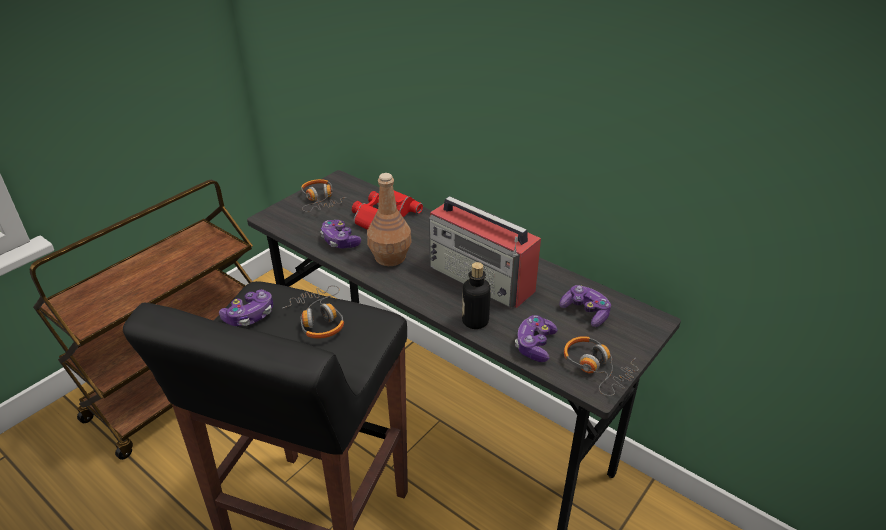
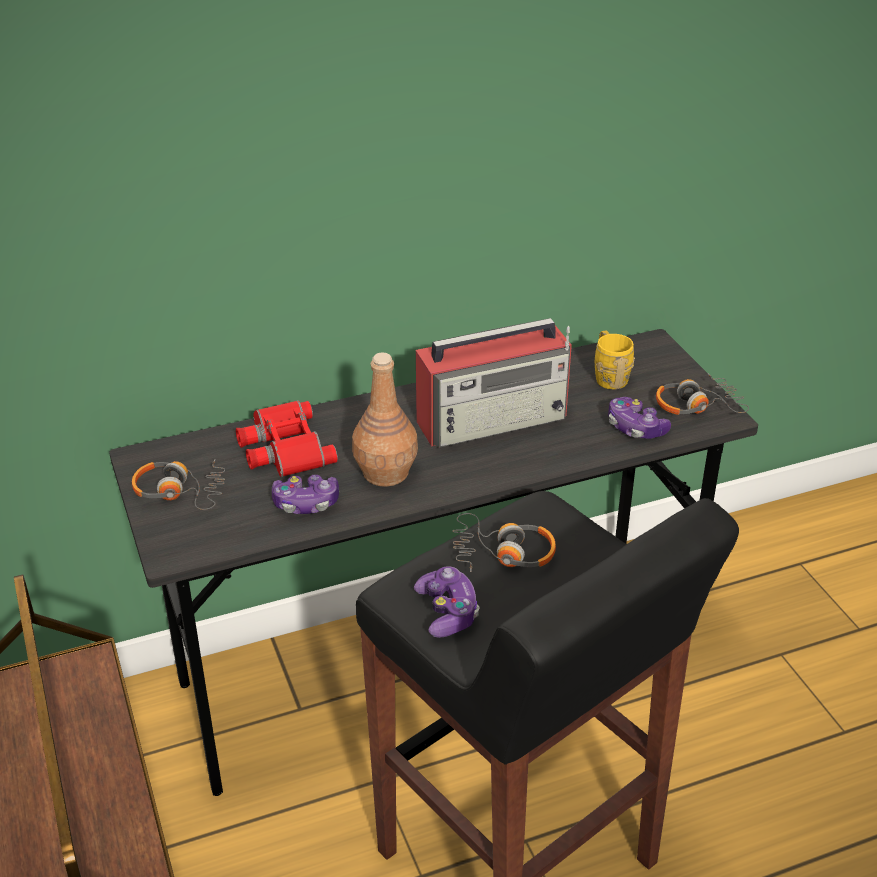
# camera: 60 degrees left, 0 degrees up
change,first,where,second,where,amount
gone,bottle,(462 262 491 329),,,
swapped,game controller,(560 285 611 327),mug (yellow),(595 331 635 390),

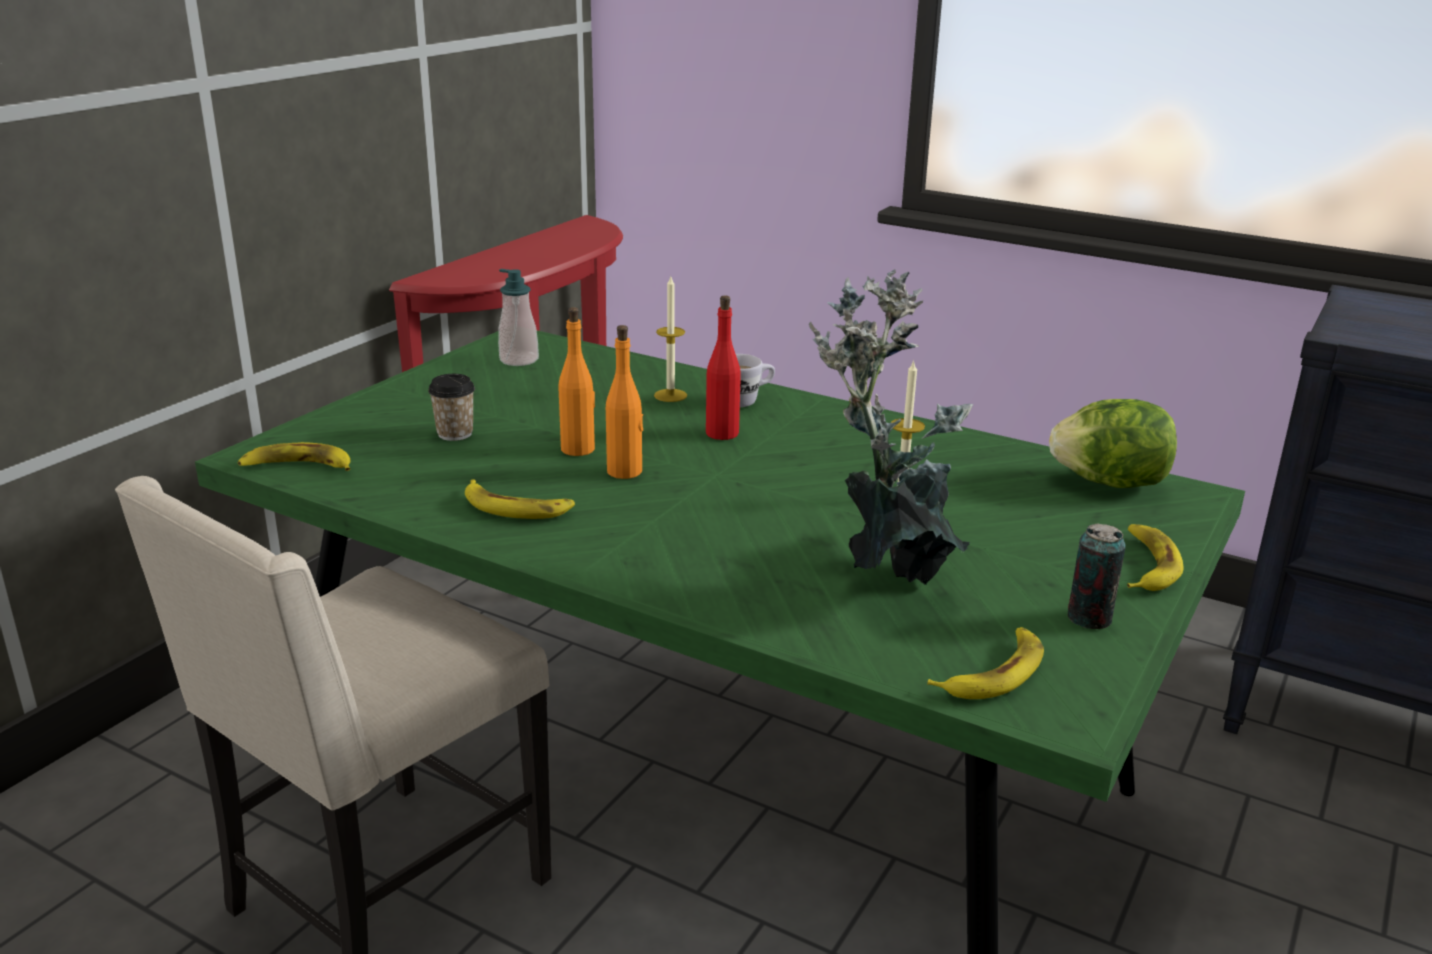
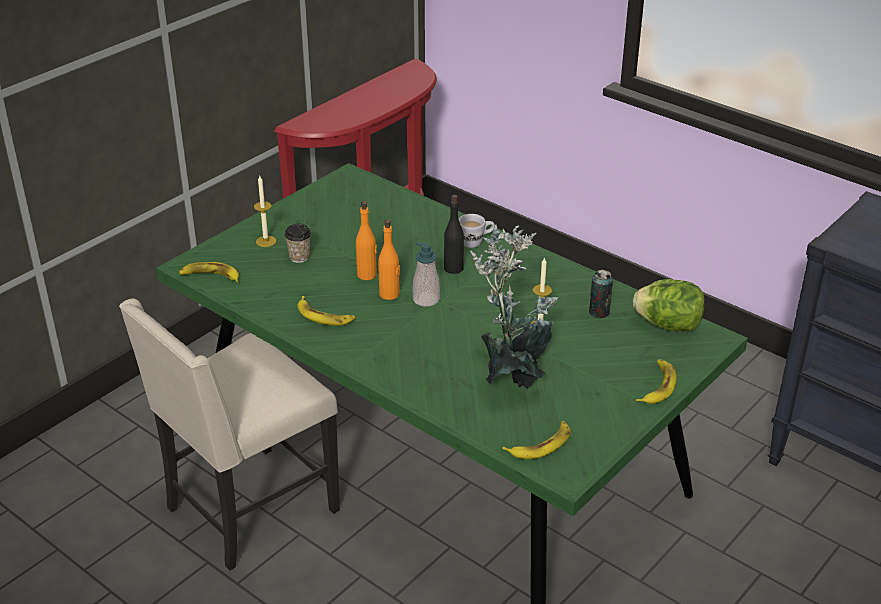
# camera: 10 degrees right, 10 degrees up
change,first,where,second,where,amount
shifted,soap dispenser,(498 269 539 366),,(413 242 440 307),
shifted,candle,(654 277 687 402),,(254 176 276 247),
repainted,bottle (red),(706 295 741 440),bottle (black),(444 195 464 274),
shifted,can,(1068 523 1126 629),,(589 270 613 318),

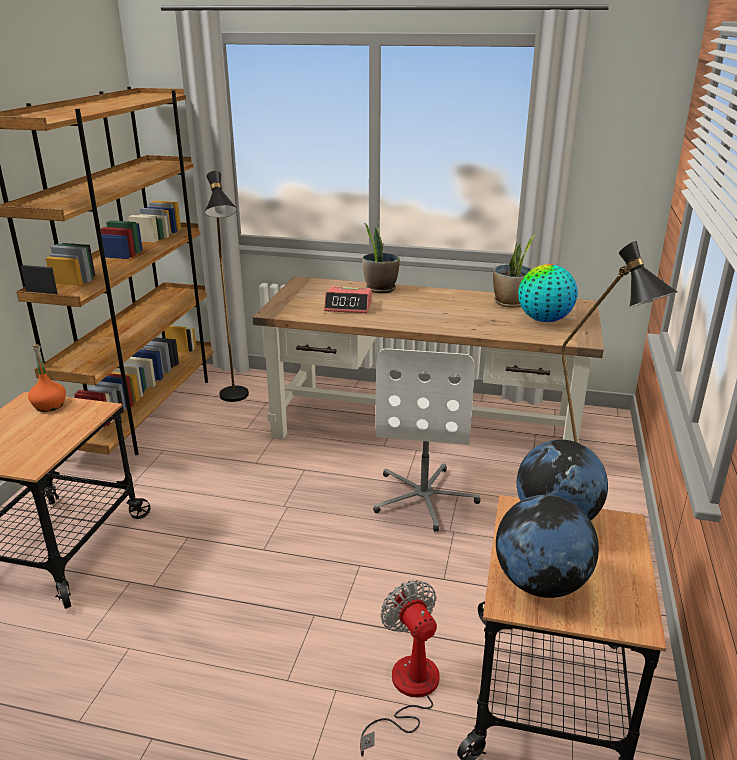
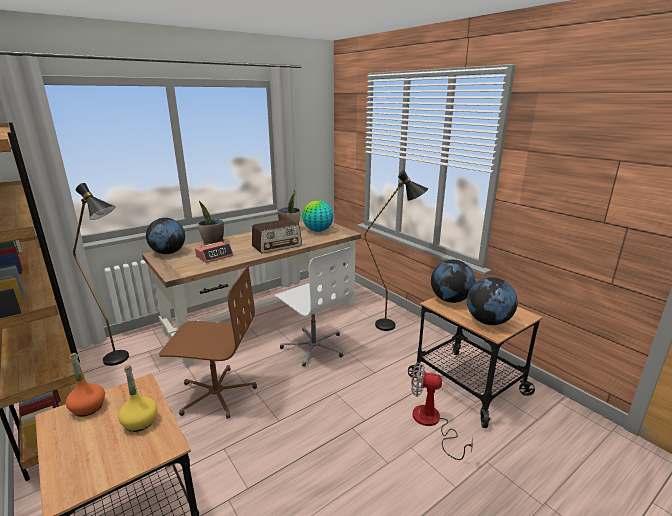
# camera: 50 degrees left, 5 degrees down
change,first,where,second,where,amount
new,,,globe,(146 218 185 254),
new,,,radio,(252 219 302 254),
new,,,office chair (brown),(159 265 257 419),
new,,,bottle (yellow),(118 365 157 432),

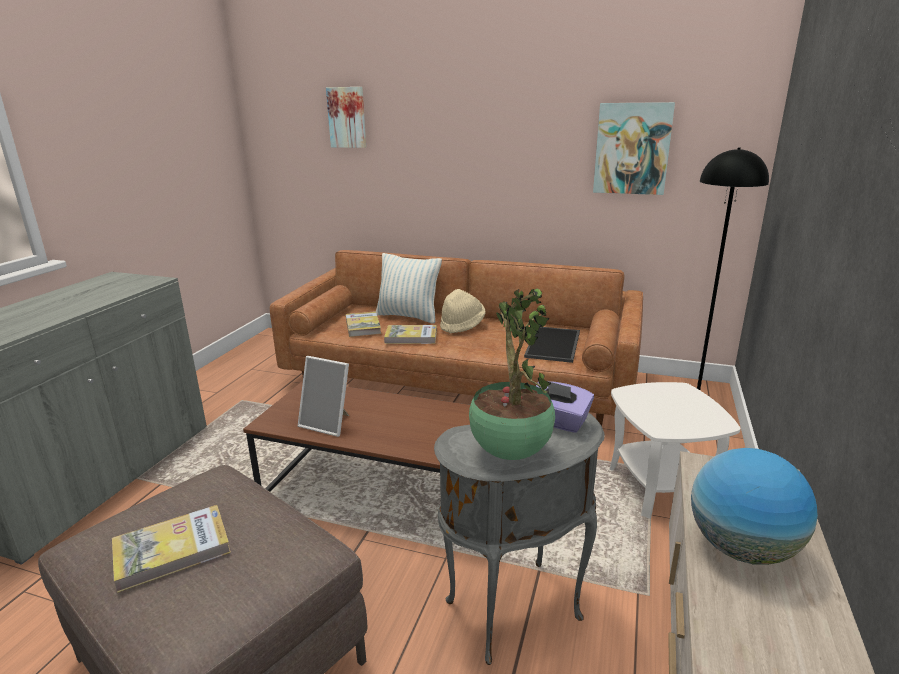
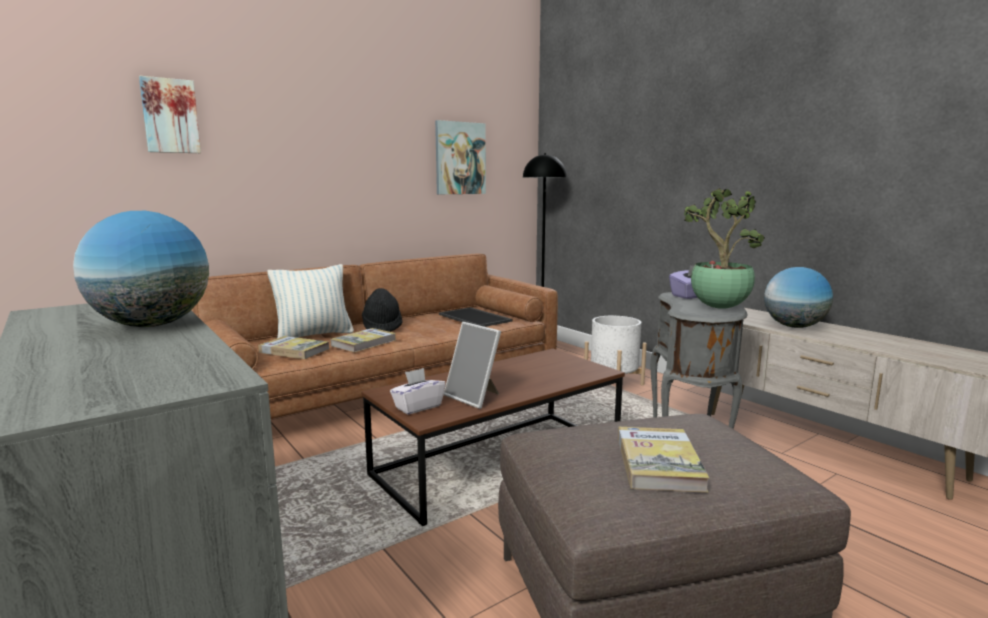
# camera: 55 degrees left, 10 degrees down
change,first,where,second,where,amount
repainted,hat (beige),(440 289 486 334),hat (black),(362 288 403 332),
rotated,picture frame,(298 356 349 437),,(444 322 501 409),75 degrees clockwise
swapped,side table (white),(609 382 741 519),planter (white),(584 316 647 385),
new,,,globe,(73 211 209 327),
new,,,tissue box (white),(390 368 445 415),

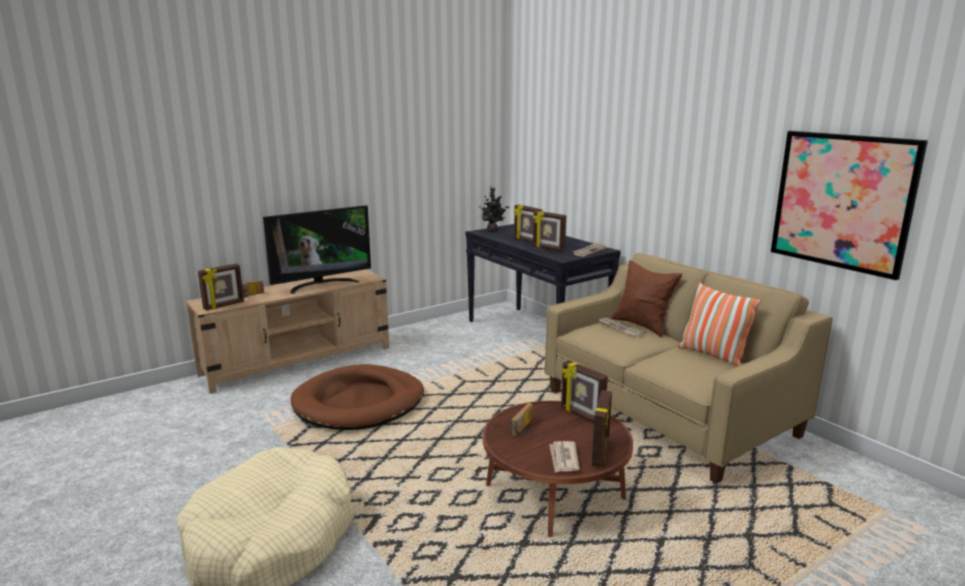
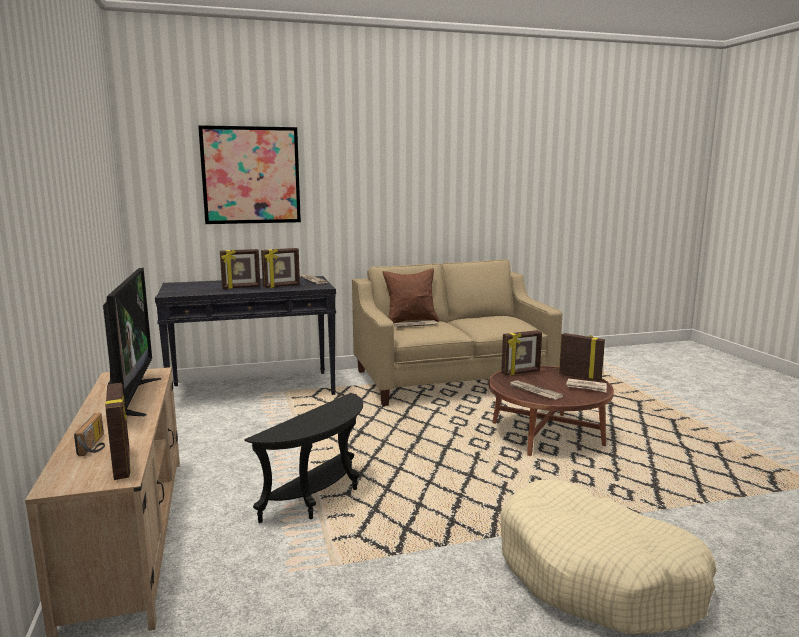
# camera: 70 degrees left, 5 degrees down
change,first,where,second,where,amount
shifted,picture,(771 131 928 280),,(198 125 301 224),
gone,potted plant,(480 186 510 231),,,
gone,pillow,(678 282 761 367),,,
swapped,dog bed (brown),(291 364 424 430),side table (black),(245 393 363 523),
swapped,radio,(510 403 533 437),newspaper,(510 380 564 400),

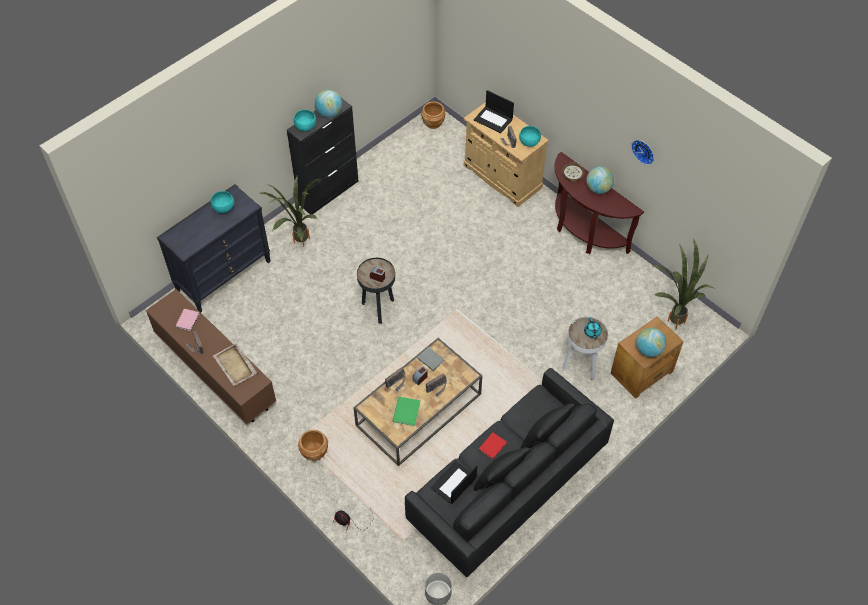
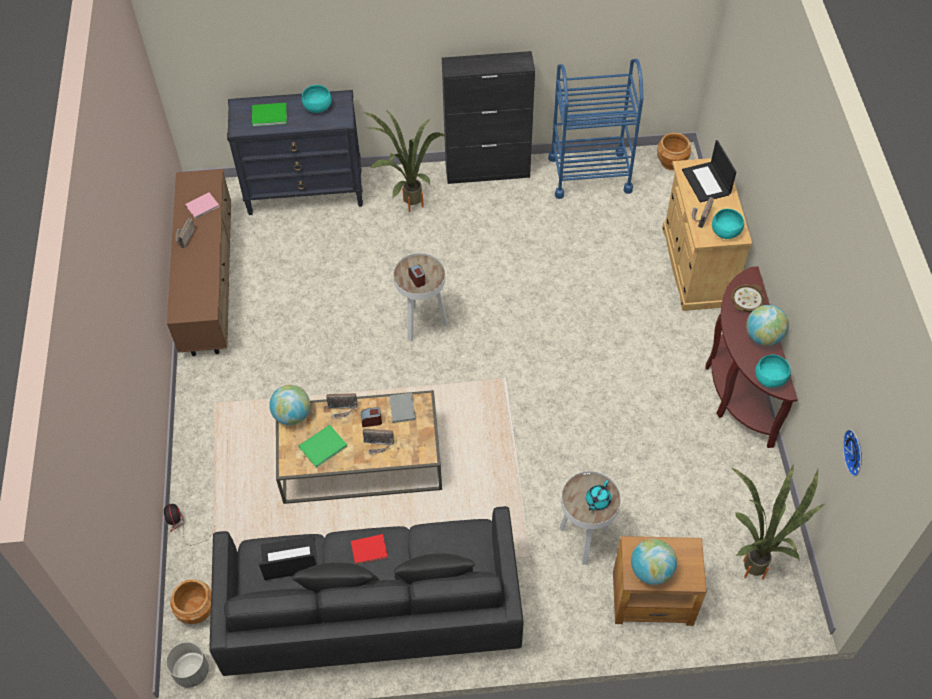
# camera: 40 degrees right, 0 degrees up
change,first,where,second,where,amount
shifted,globe,(315 90 342 118),,(269 385 310 425),
shifted,bowl (turquoise),(294 110 316 131),,(755 355 791 388),
shifted,wall clock,(631 140 654 165),,(843 429 862 477),
repainted,side table (black),(357 258 395 324),side table (white),(393 253 447 341),
gone,tray (beige),(213 343 257 386),,,
shifted,planter (brown),(298 429 328 461),,(170 579 211 624),
new,,,cart (blue),(548 59 644 199),
new,,,book (green),(252 103 287 126),

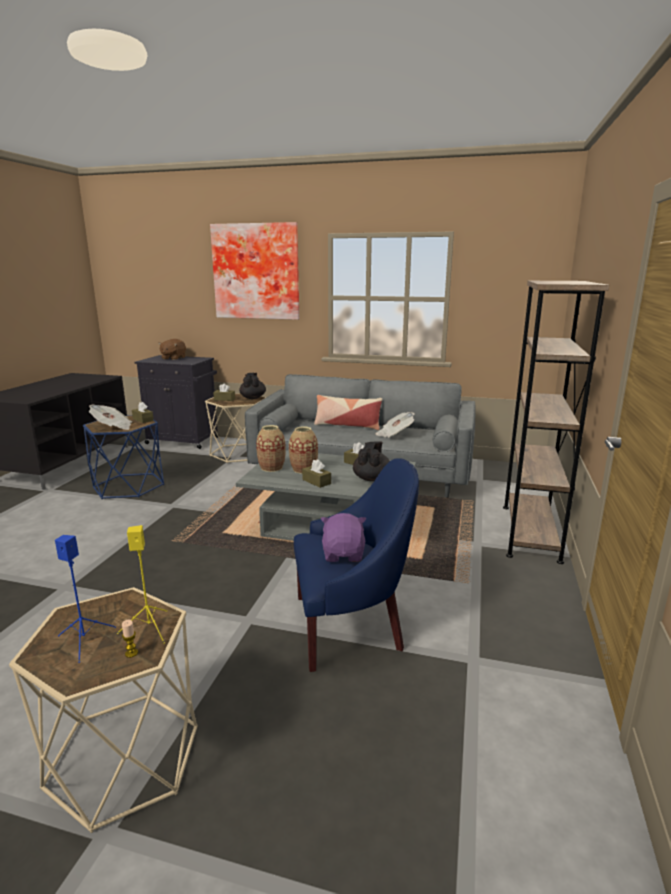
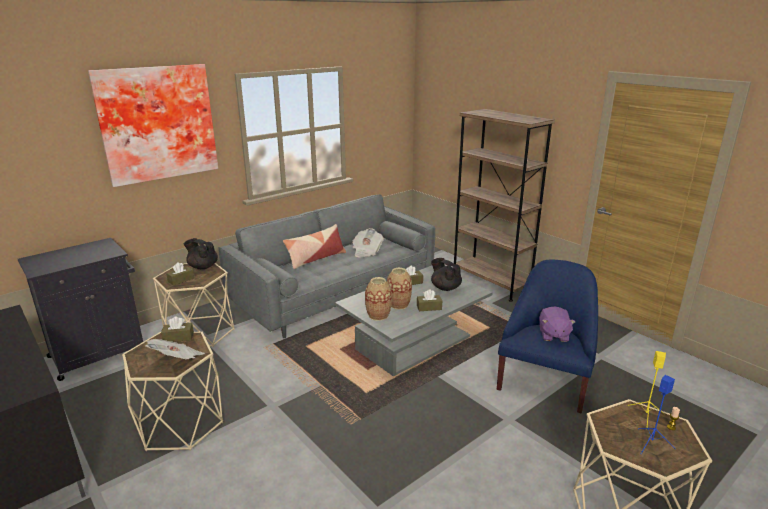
# camera: 55 degrees left, 5 degrees up
change,first,where,second,where,amount
gone,plush toy (brown),(158 339 186 360),,,
repainted,side table (blue),(83 415 164 499),side table (beige),(122 332 223 451),
rotated,plush toy (purple),(321 513 366 562),,(539 307 576 342),120 degrees counterclockwise

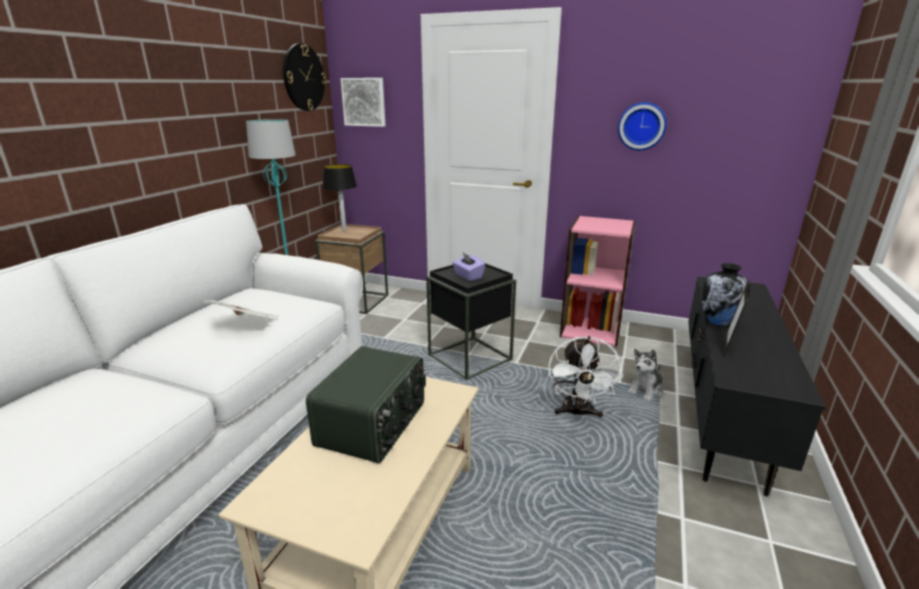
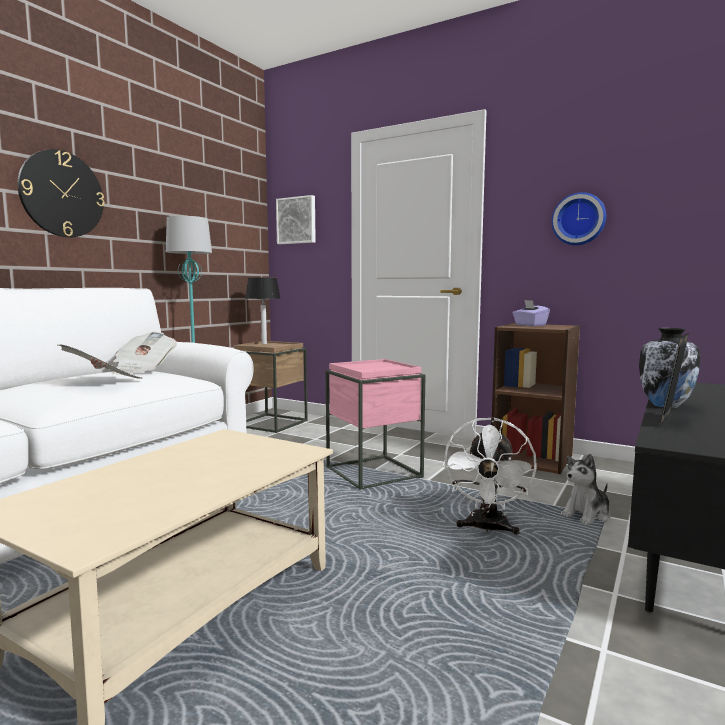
# camera: 10 degrees right, 15 degrees down
change,first,where,second,where,amount
shifted,wall clock,(283 43 326 111),,(17 149 105 237),
repainted,bookcase (pink),(560 216 636 347),bookcase (brown),(492 323 580 474),
shifted,tissue box (purple),(452 253 485 281),,(513 300 550 326),
repainted,side table (black),(426 263 516 380),side table (pink),(326 359 425 490),
gone,radio,(306 346 426 464),,,
new,,,newspaper,(113 332 177 375),

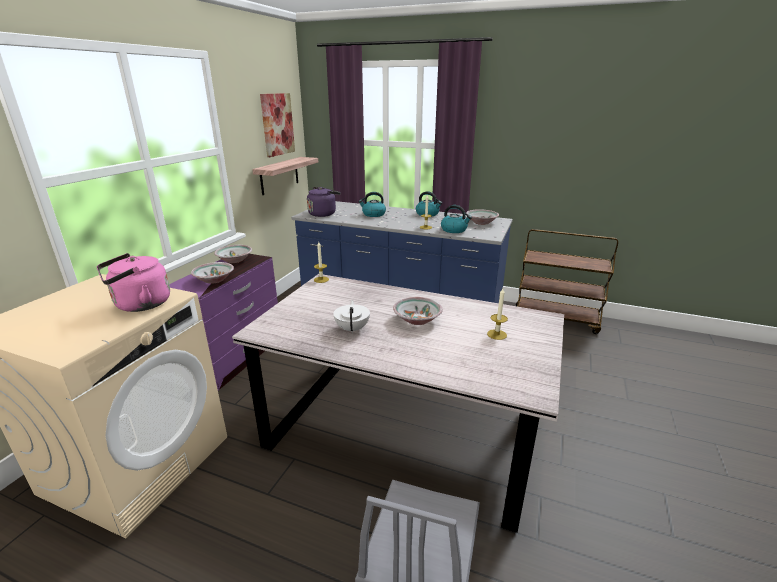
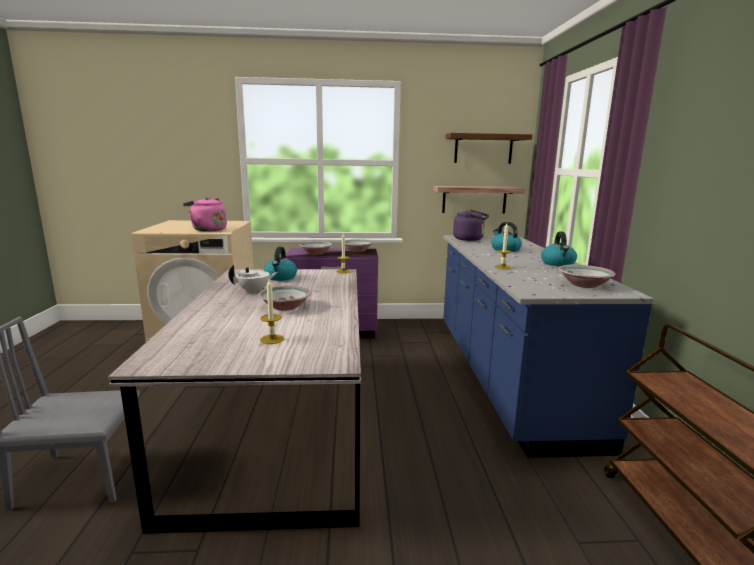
# camera: 65 degrees right, 10 degrees down
change,first,where,second,where,amount
swapped,picture,(260 93 295 157),shelf (brown),(445 133 532 164),
shifted,kettle,(441 205 472 233),,(264 247 297 281),

